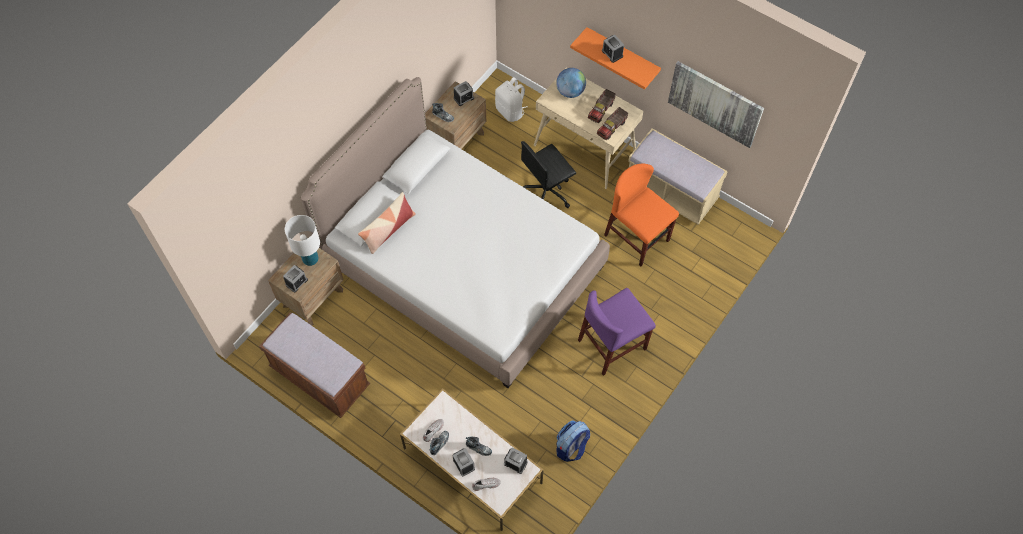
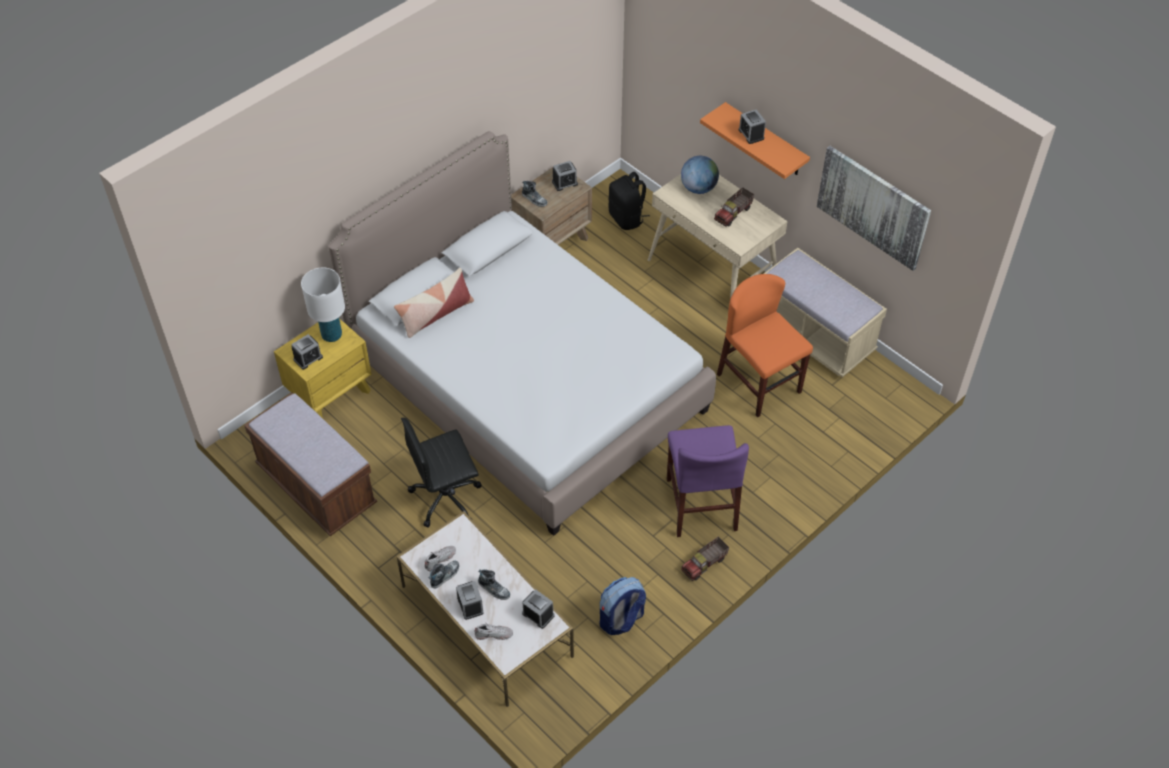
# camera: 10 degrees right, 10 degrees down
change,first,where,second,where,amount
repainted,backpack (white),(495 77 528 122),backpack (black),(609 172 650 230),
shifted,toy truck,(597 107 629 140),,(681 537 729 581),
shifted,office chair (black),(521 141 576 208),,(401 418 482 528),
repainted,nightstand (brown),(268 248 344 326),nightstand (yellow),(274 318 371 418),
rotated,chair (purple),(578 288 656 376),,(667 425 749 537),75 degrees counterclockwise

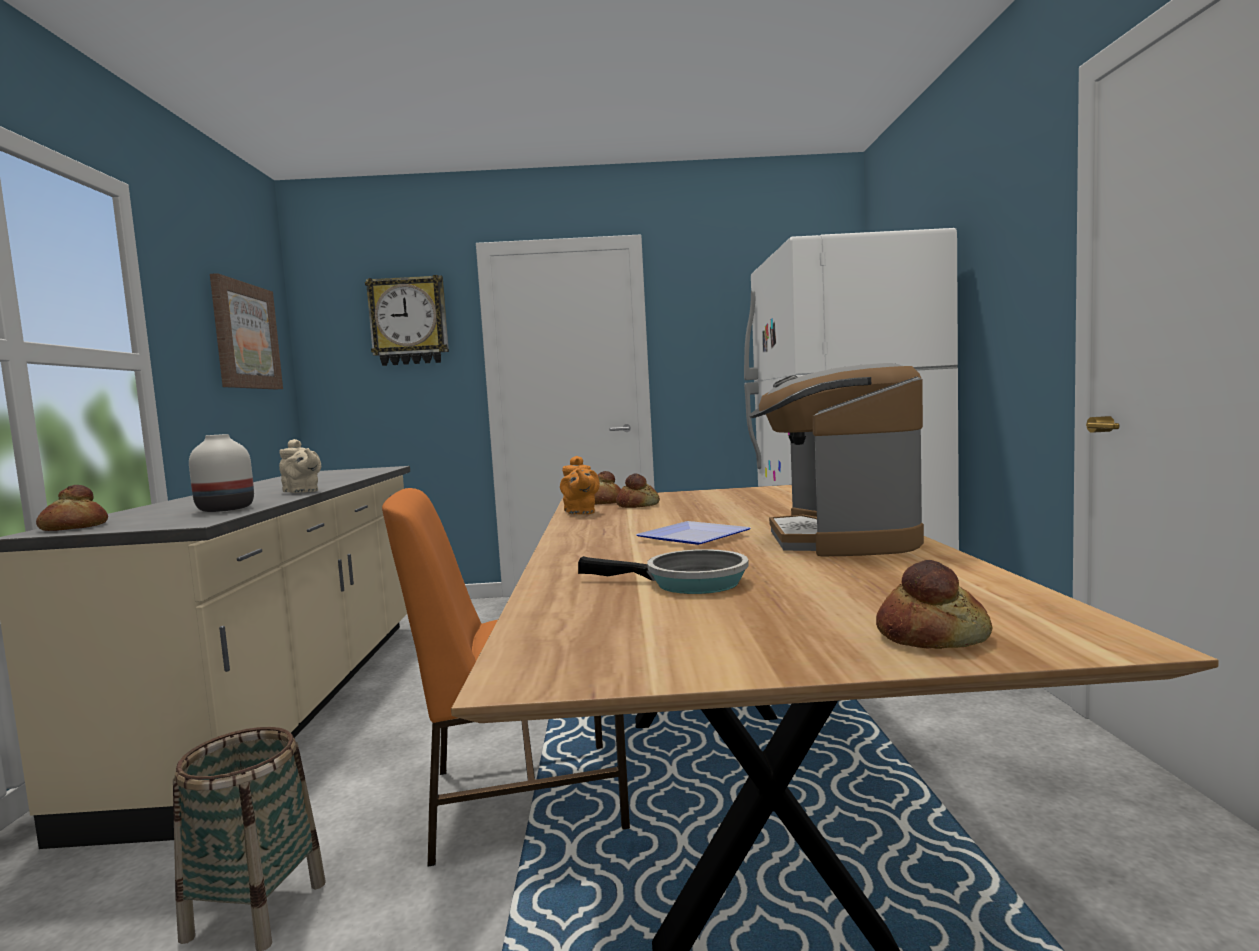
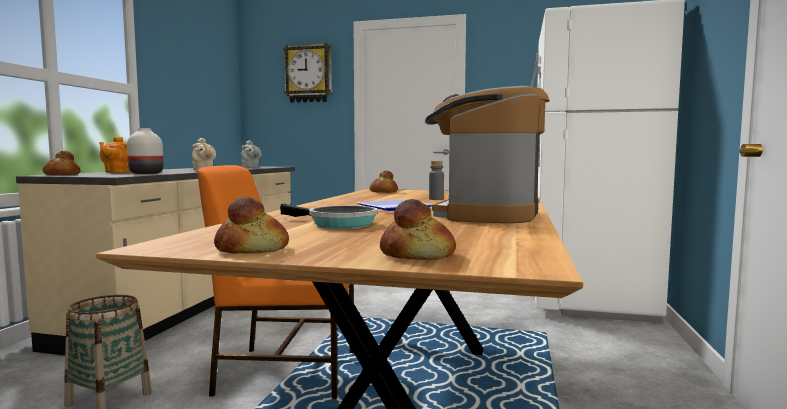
# camera: 15 degrees right, 0 degrees up
change,first,where,second,where,amount
gone,picture,(210 273 283 389),,,
shifted,teapot (orange),(560 456 600 514),,(99 136 130 173),
shifted,bread,(616 473 660 508),,(214 197 289 253),
new,,,teapot (grey),(241 140 261 168),
new,,,bottle (grey),(429 161 444 200),

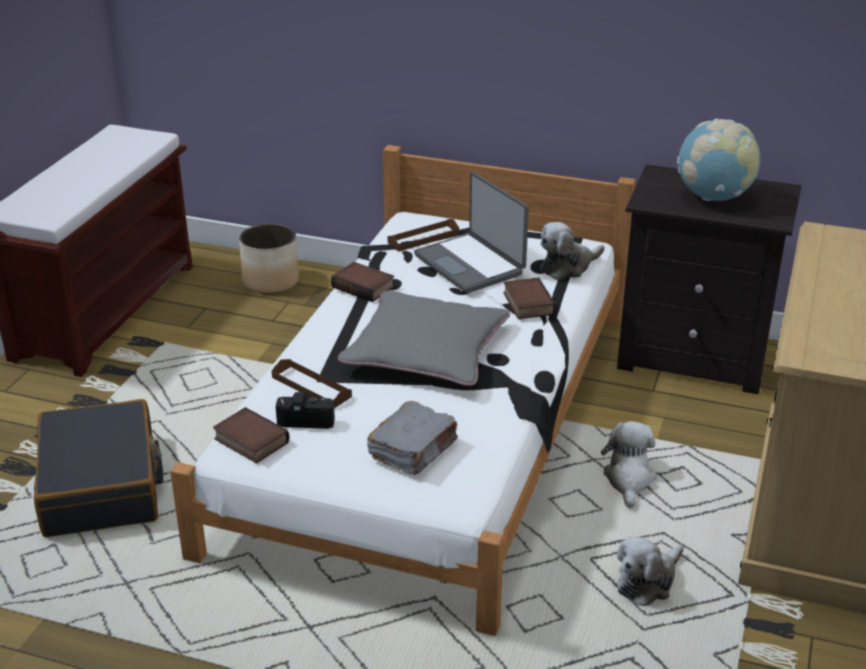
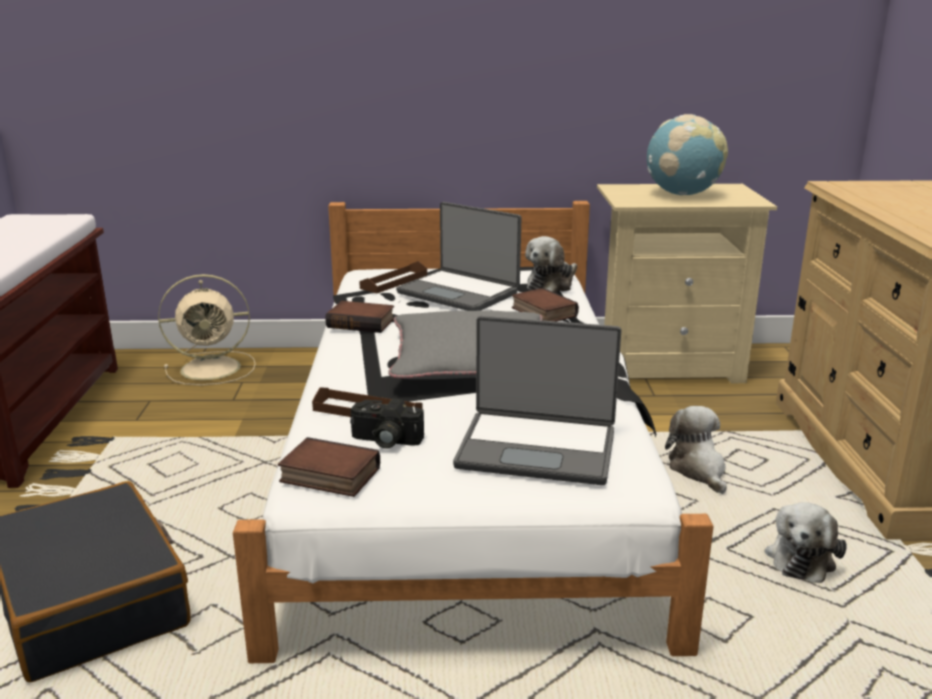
# camera: 20 degrees left, 10 degrees down
change,first,where,second,where,amount
repainted,nightstand (black),(617 164 802 394),nightstand (beige),(597 184 777 383),
swapped,planter,(239 223 299 294),fan (beige),(158 274 256 385),
rotated,photo camera,(276 391 335 429),,(350 398 424 449),150 degrees counterclockwise
swapped,book (grey),(367 401 458 475),laptop,(453 316 621 485),

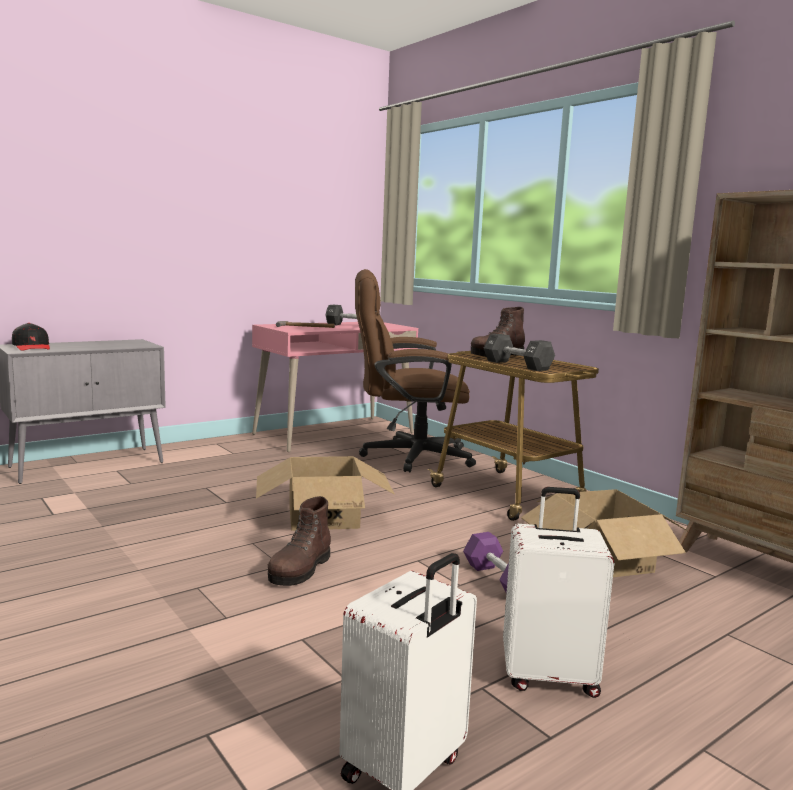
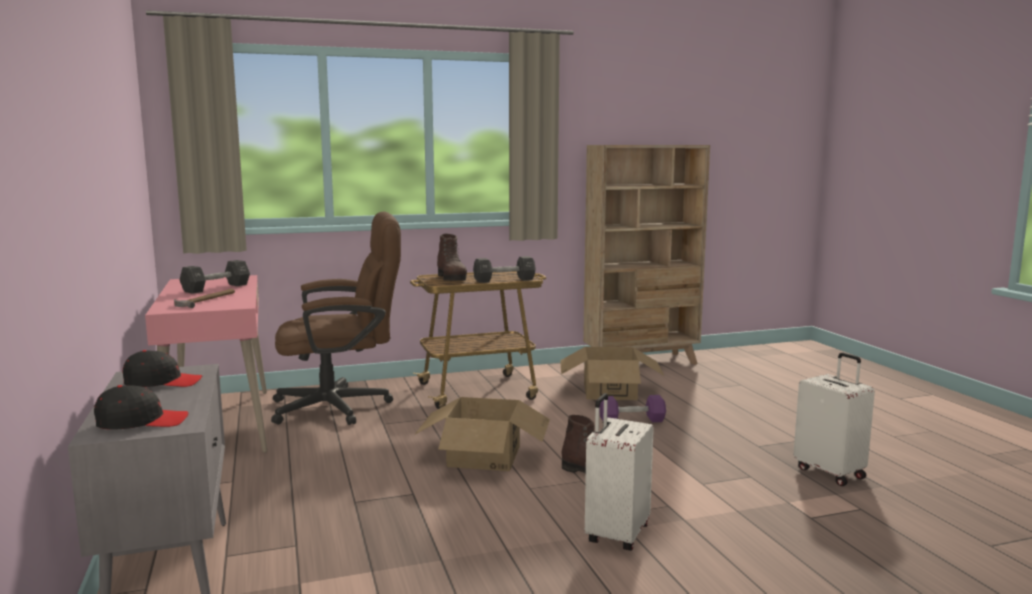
# camera: 70 degrees left, 0 degrees up
change,first,where,second,where,amount
rotated,office chair (brown),(355 269 476 473),,(271 211 401 425),120 degrees counterclockwise
shifted,suitcase (white),(503 487 615 698),,(585 393 654 551),
new,,,cap (black),(123 350 202 387),

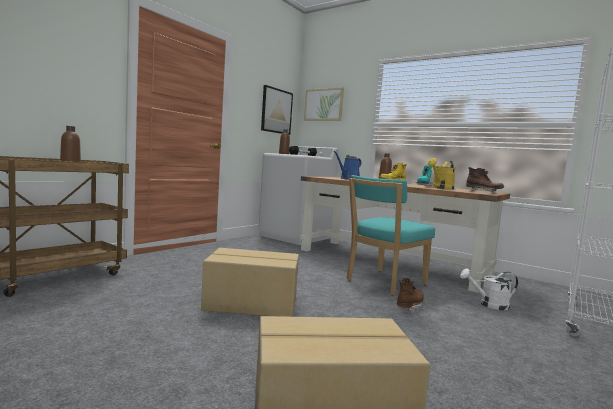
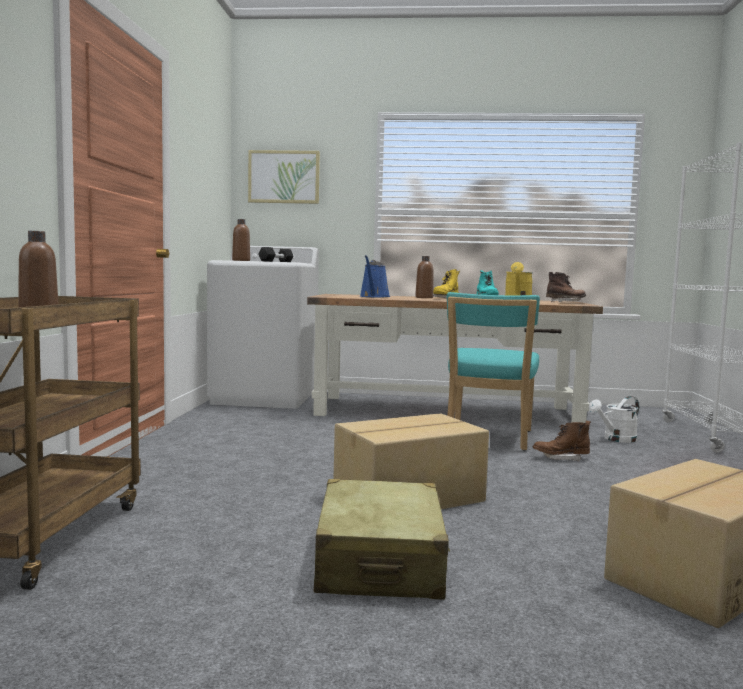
# camera: 30 degrees left, 0 degrees up
change,first,where,second,where,amount
gone,picture,(261 85 293 135),,,
rotated,boot (brown),(397 278 424 312),,(533 421 591 462),105 degrees counterclockwise
new,,,suitcase (beige),(314 479 450 600),

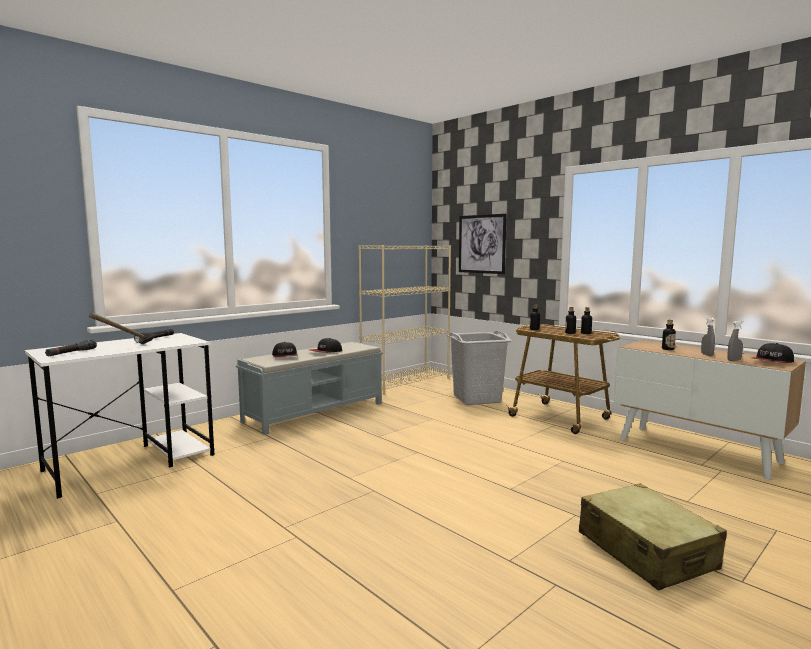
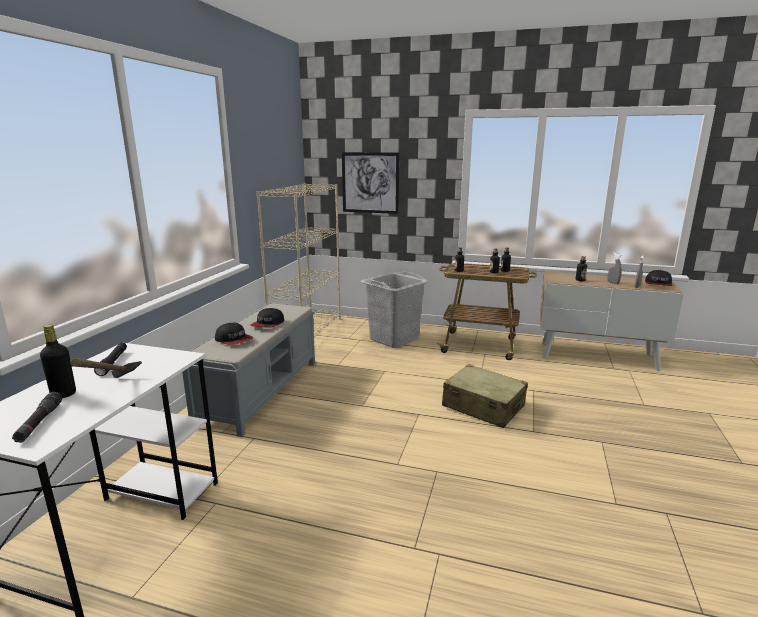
# camera: 30 degrees left, 10 degrees up
change,first,where,second,where,amount
shifted,suitcase (beige),(579 483 727 590),,(442 364 528 428),
new,,,bottle (black),(40 325 76 398),

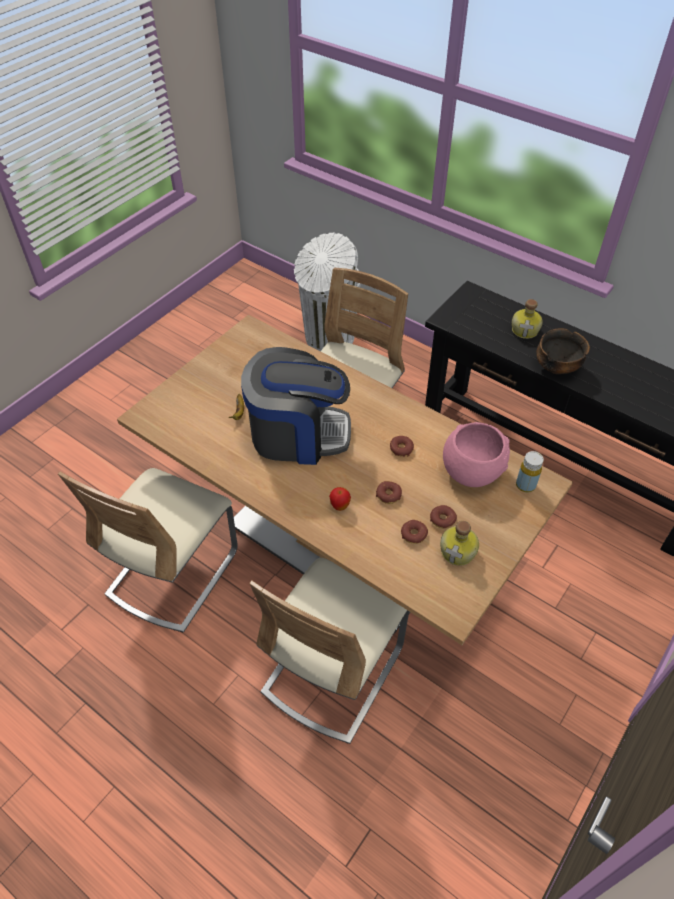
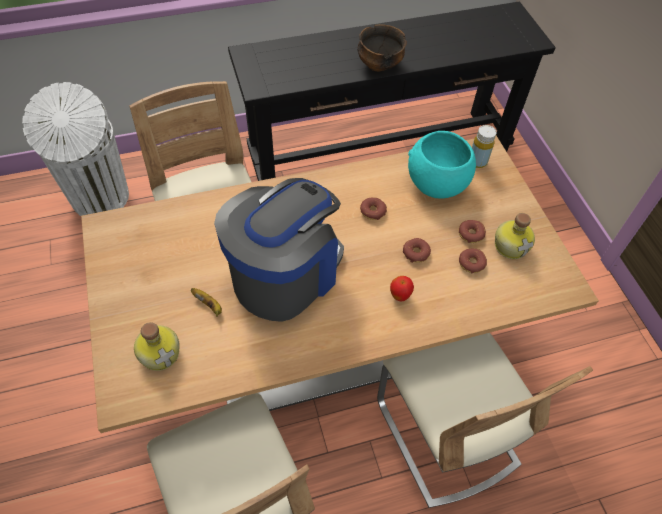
# camera: 55 degrees left, 5 degrees up
change,first,where,second,where,amount
shifted,bottle,(512 299 543 339),,(134 322 179 371),
repainted,bowl (pink),(443 422 510 487),bowl (turquoise),(408 131 476 199),

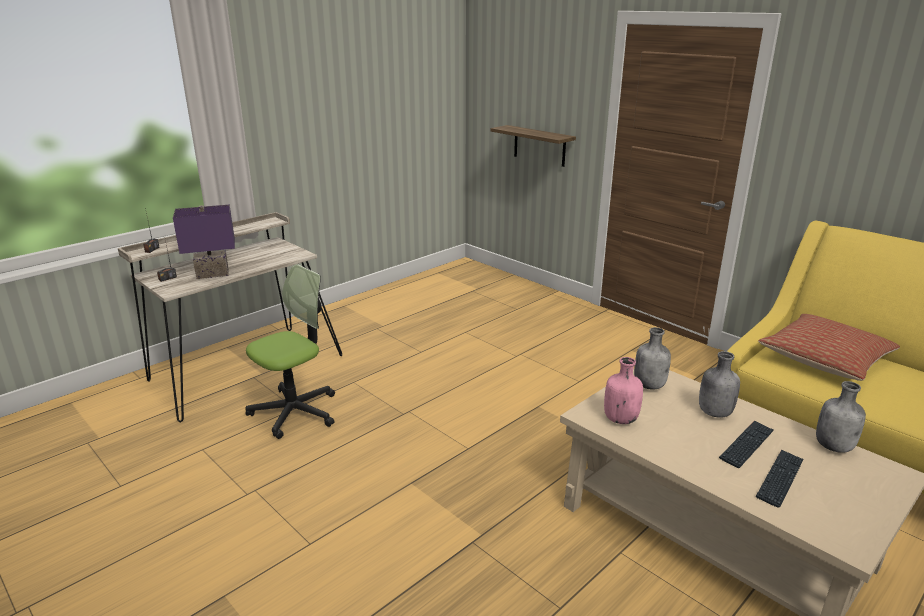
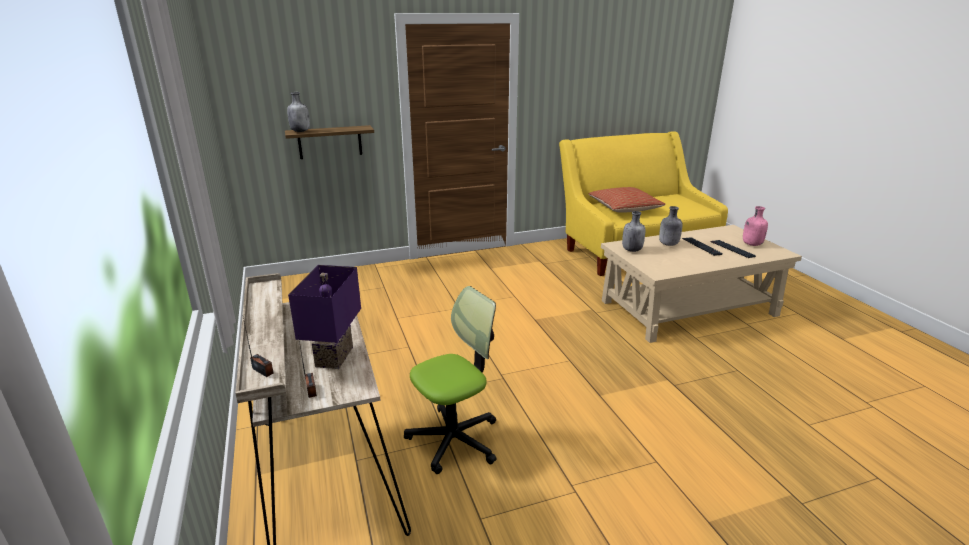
# camera: 65 degrees left, 0 degrees up
change,first,where,second,where,amount
rotated,office chair,(245 264 335 439),,(404 286 497 474),75 degrees clockwise
shifted,bottle (pink),(604 357 643 424),,(743 206 768 246),
shifted,bottle (grey),(816 381 866 453),,(287 92 310 132),

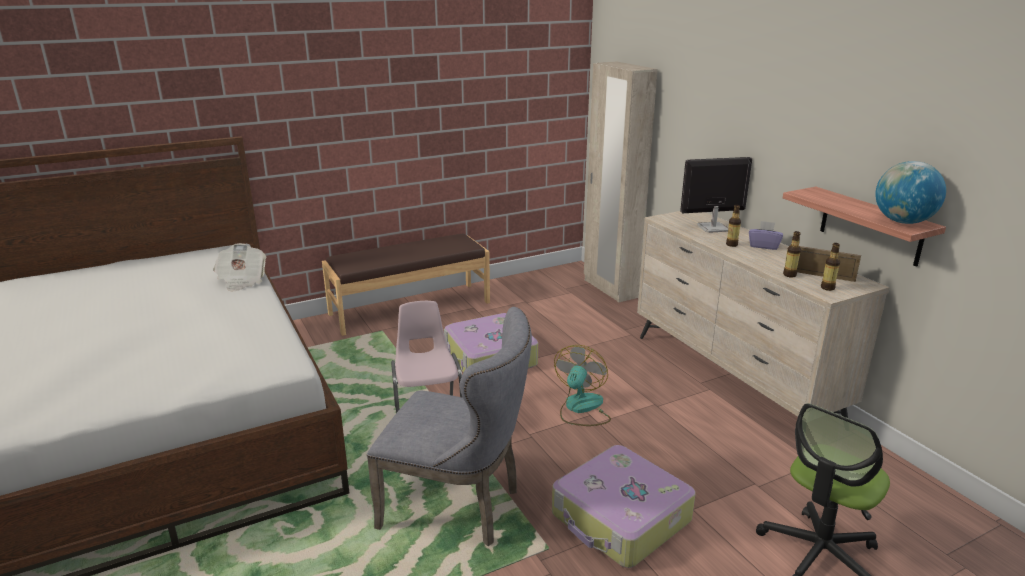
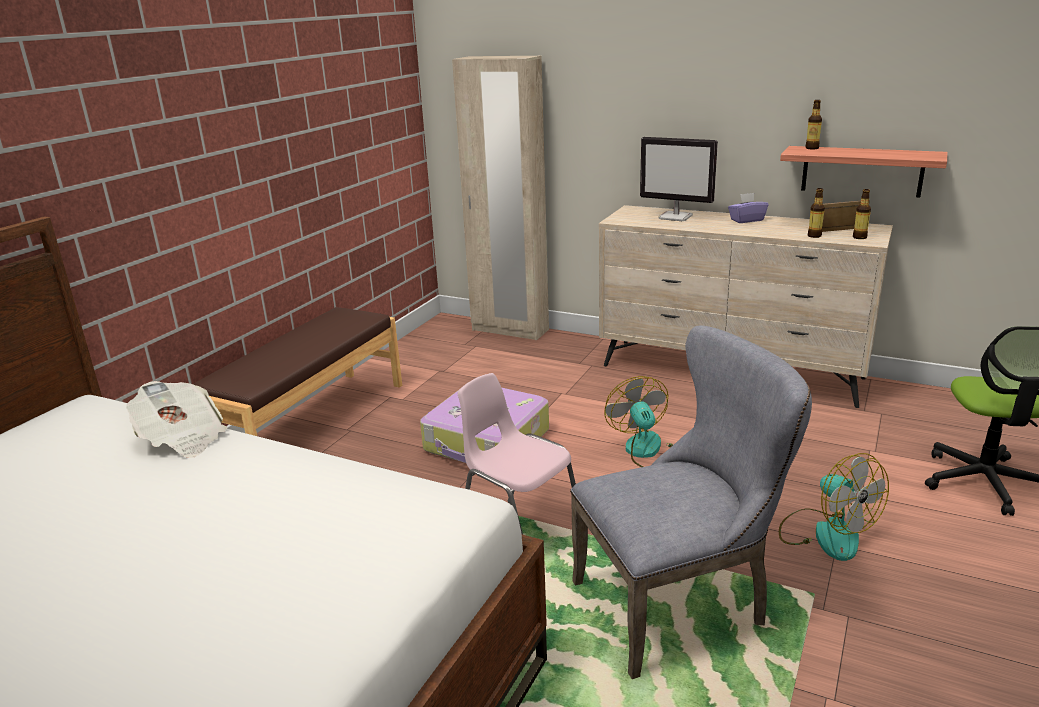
# camera: 35 degrees left, 0 degrees up
change,first,where,second,where,amount
rotated,monitor,(680 157 752 233),,(640 137 718 221),105 degrees counterclockwise
gone,globe,(875 161 946 224),,,
shifted,bottle,(726 205 741 247),,(805 100 822 149),
swapped,suitcase,(552 445 696 568),fan,(779 453 889 561),

